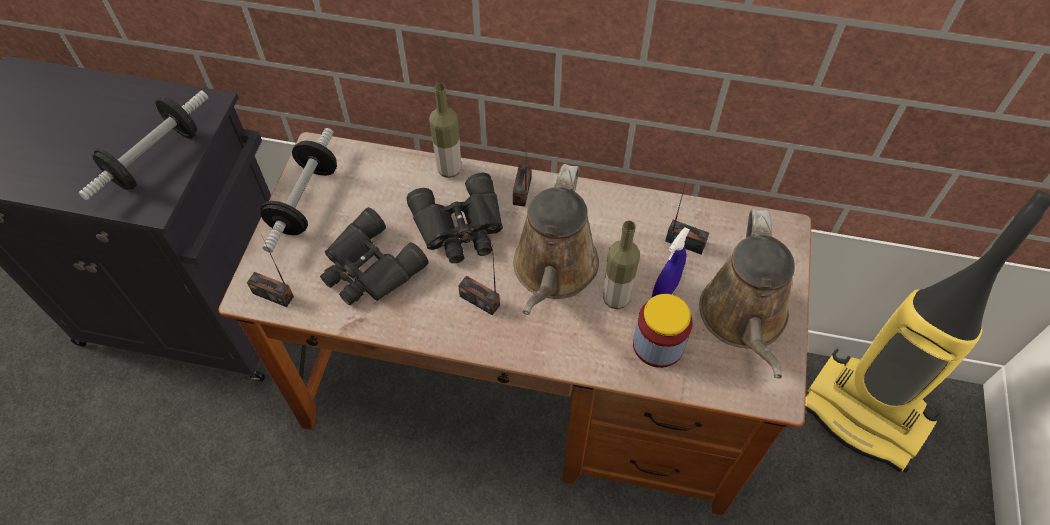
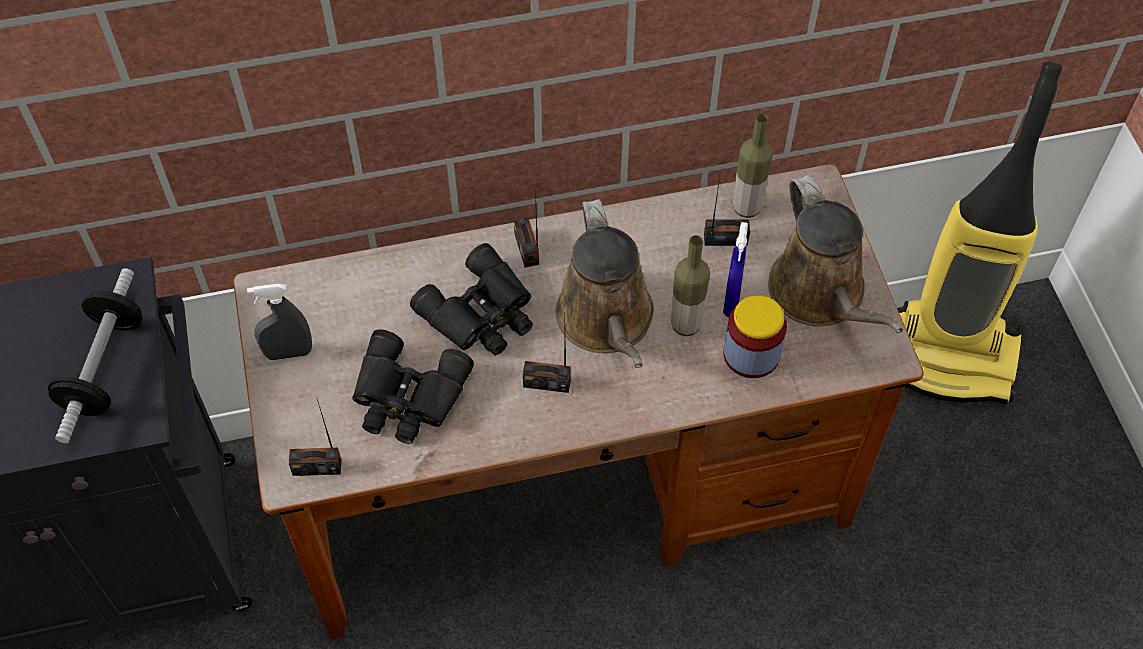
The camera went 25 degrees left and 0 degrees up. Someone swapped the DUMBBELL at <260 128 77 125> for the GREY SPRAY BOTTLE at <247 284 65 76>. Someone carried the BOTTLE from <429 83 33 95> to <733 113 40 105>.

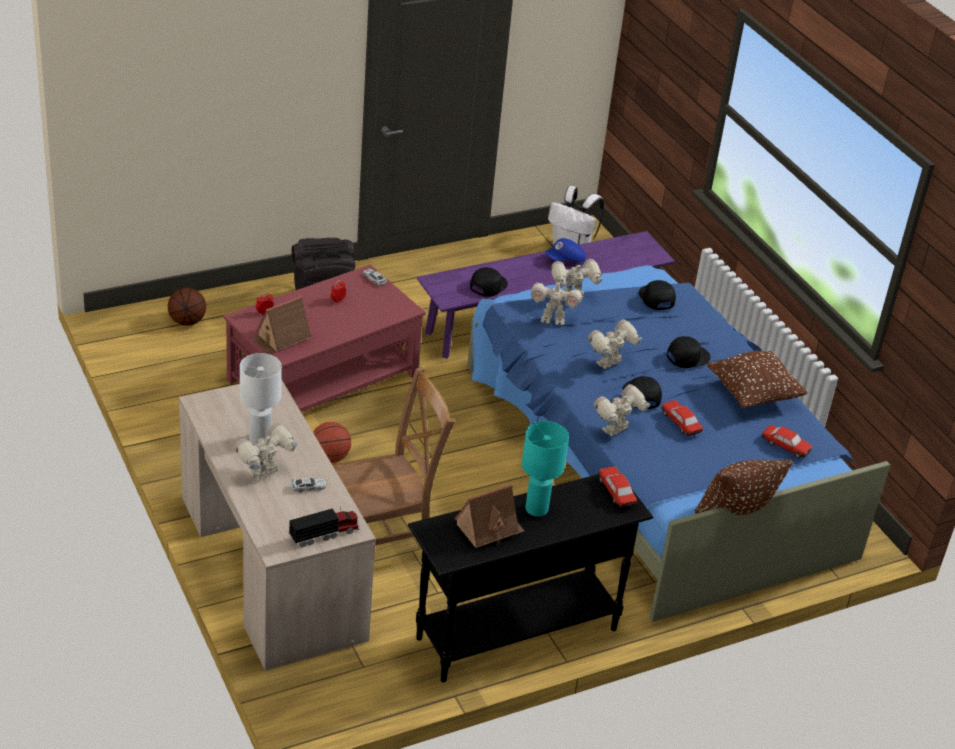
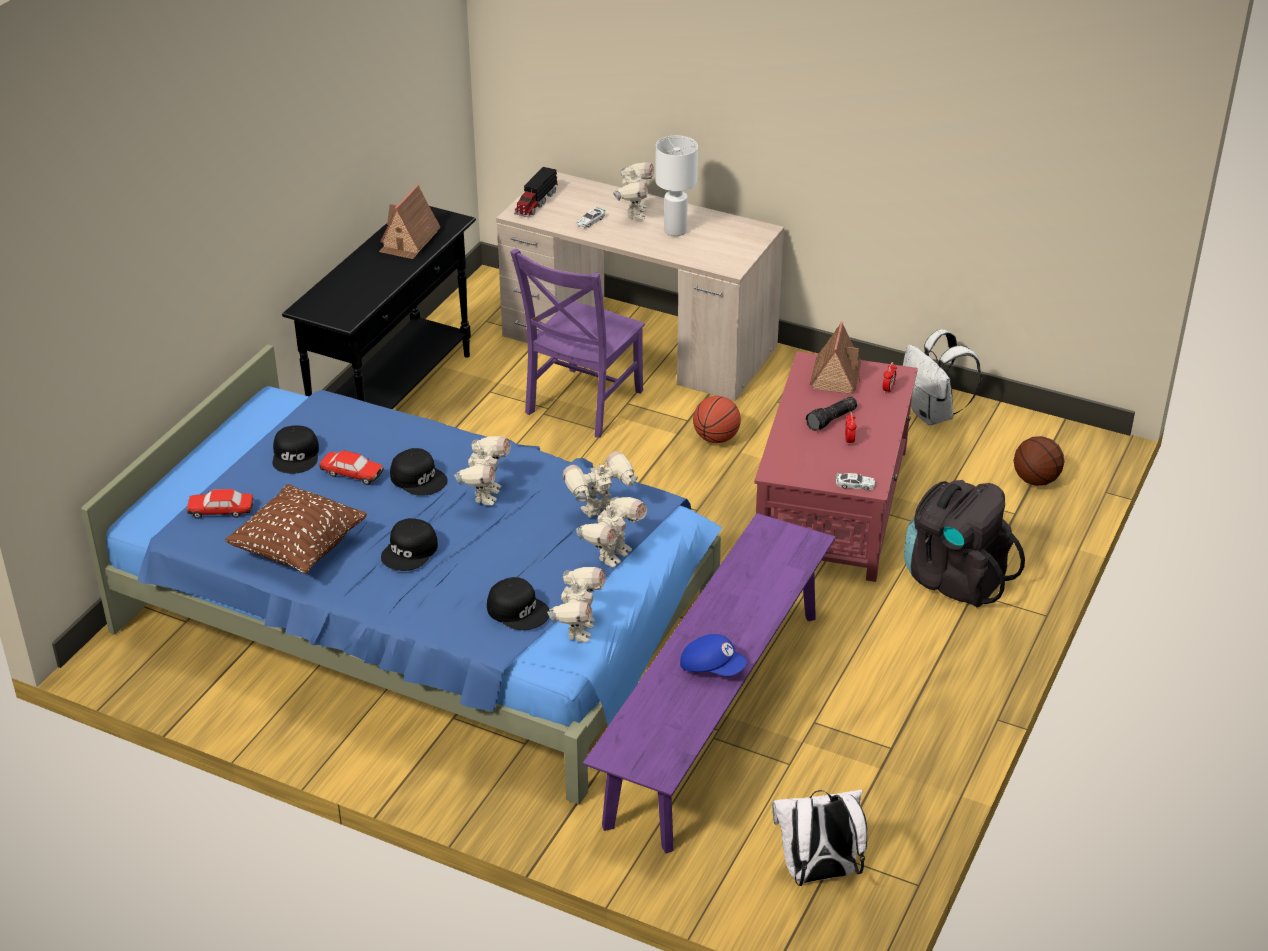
The camera went 145 degrees right and 0 degrees up. Someone repainted the BROWN CHAIR at <333 367 122 178>, which became the PURPLE CHAIR at <510 249 135 189>. Someone carried the BLACK CAP from <470 267 38 30> to <272 425 47 49>. Someone took away the TURQUOISE TABLE LAMP at <522 421 47 96>. Someone rotated the BLUE CAP at <545 238 41 24> by 90 degrees clockwise. Someone carried the TOY ROBOT from <594 384 56 53> to <547 567 59 76>. Someone took away the TOY CAR at <598 466 39 42>. Someone took away the BROWN PILLOW at <695 459 98 56>. Someone put down the FLASHLIGHT at <806 397 51 34>. Someone put down the WHITE BACKPACK at <903 329 79 96>.

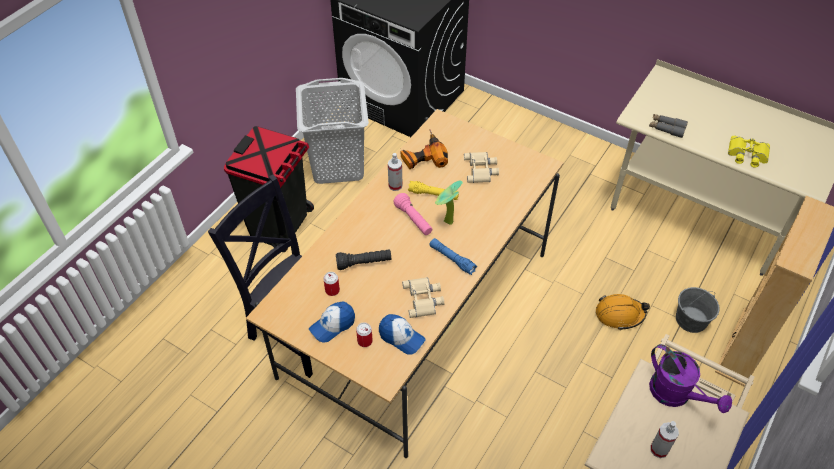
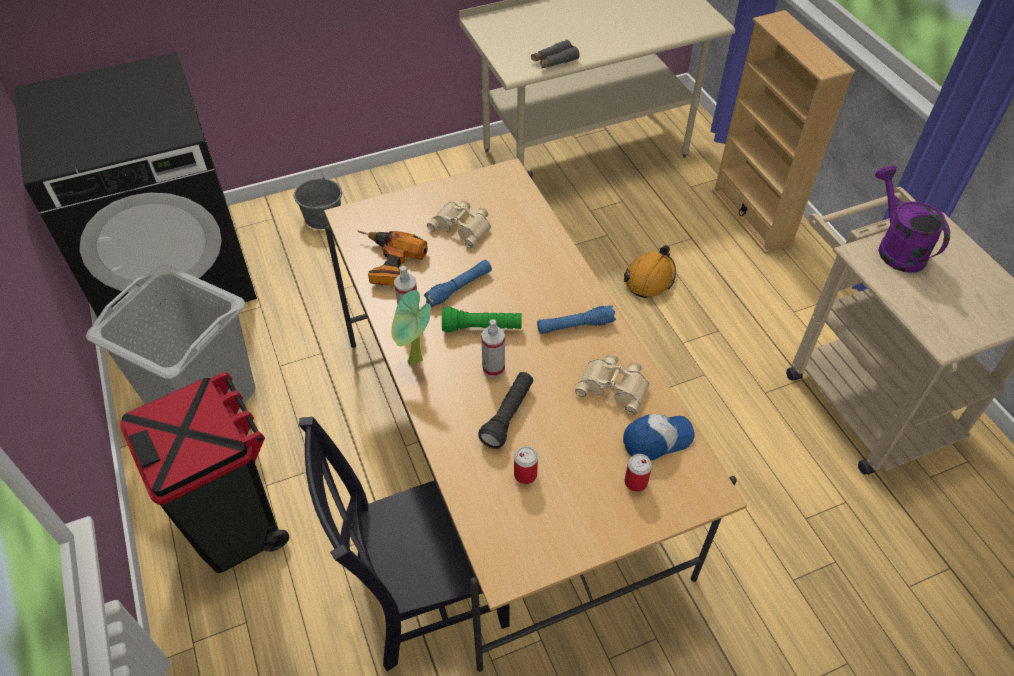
The camera went 55 degrees left and 0 degrees up. Someone took away the CAP at <309 301 46 41>. Someone repainted the PINK FLASHLIGHT at <393 193 39 42>, which became the GREEN FLASHLIGHT at <442 307 80 25>. Someone repainted the YELLOW FLASHLIGHT at <408 181 51 19>, which became the BLUE FLASHLIGHT at <424 260 68 47>. Someone carried the POTTED PLANT from <435 181 28 44> to <392 290 39 75>. Someone rotated the PURPLE WATERING CAN at <649 344 83 69> by 105 degrees counterclockwise. Someone carried the SPRAY BOTTLE from <650 421 29 37> to <481 319 24 58>. Someone carried the GREY BUCKET from <676 287 44 46> to <294 170 48 59>. Someone took away the YELLOW BINOCULARS at <728 136 42 32>.

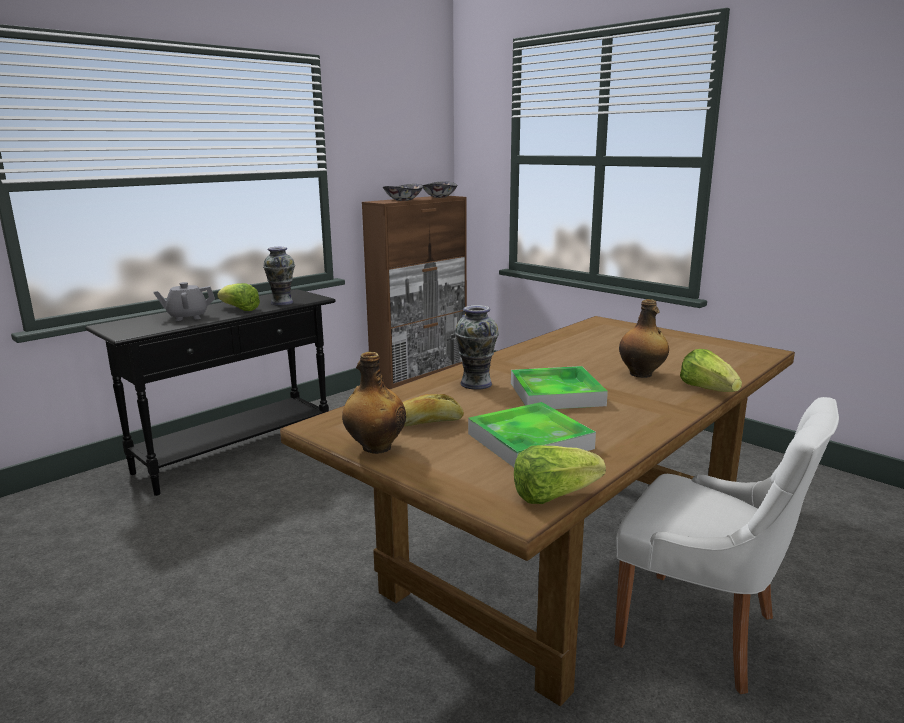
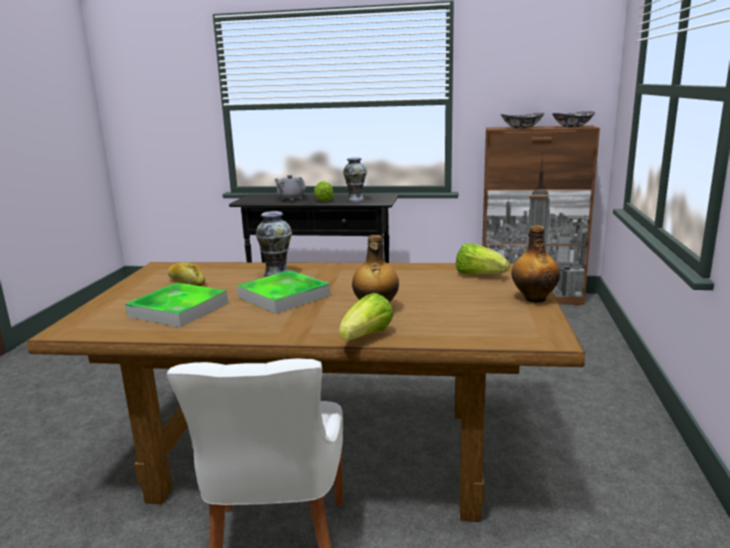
The camera went 55 degrees right and 0 degrees up. Someone carried the BOTTLE from <342 352 64 102> to <512 225 48 78>. Someone carried the LETTUCE from <514 445 92 59> to <456 243 54 31>.

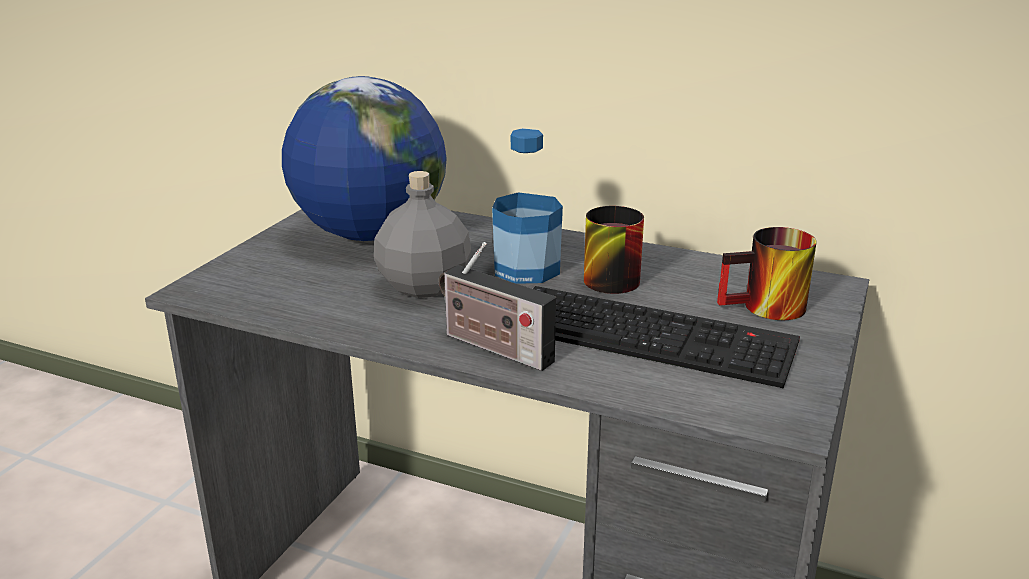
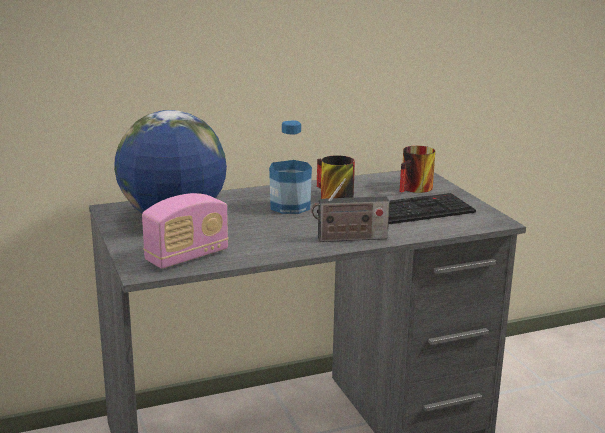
The camera went 45 degrees left and 5 degrees down. Someone took away the GREY BOTTLE at <374 171 97 127>. Someone put down the RADIO at <142 193 87 76>.

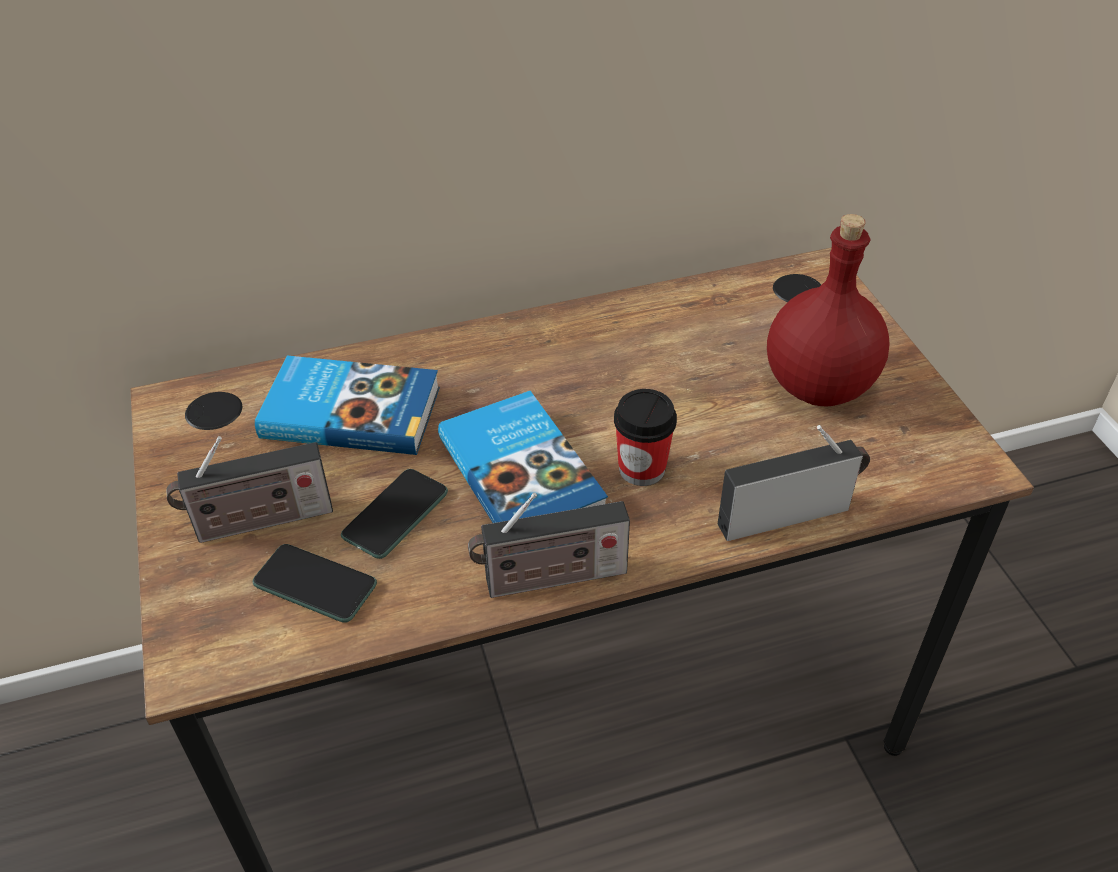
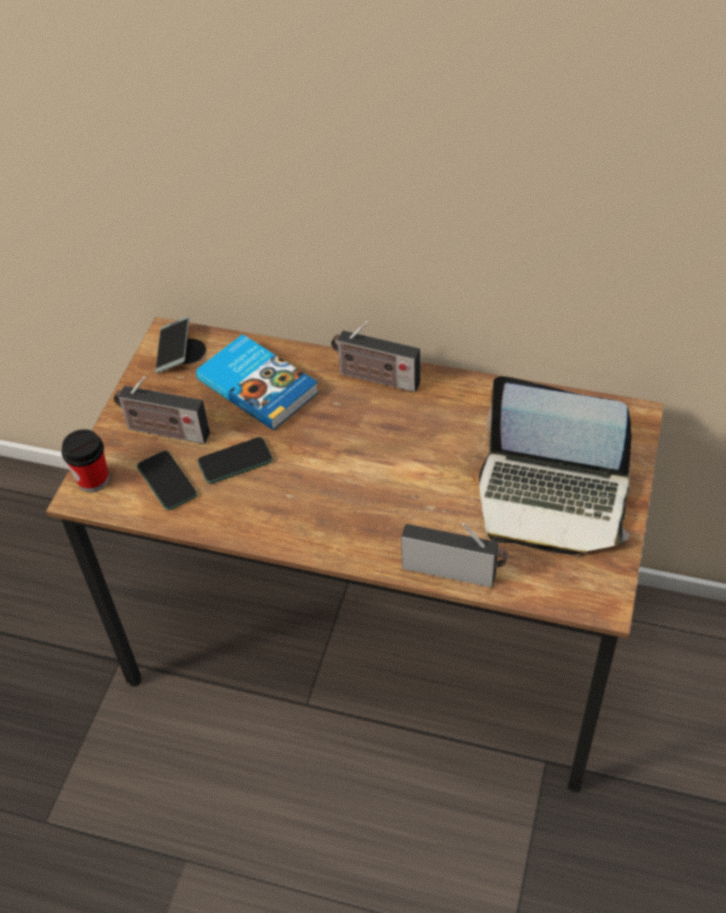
The camera went 35 degrees right and 5 degrees up. Someone took away the BOOK at <438 391 170 132>. Someone carried the RADIO from <468 493 162 105> to <331 321 89 71>. Someone carried the CUP from <614 389 63 97> to <61 429 48 63>. Someone swapped the RED BOTTLE at <767 214 122 192> for the LAPTOP at <479 376 153 179>. Someone put down the PHONE at <155 316 34 57>.

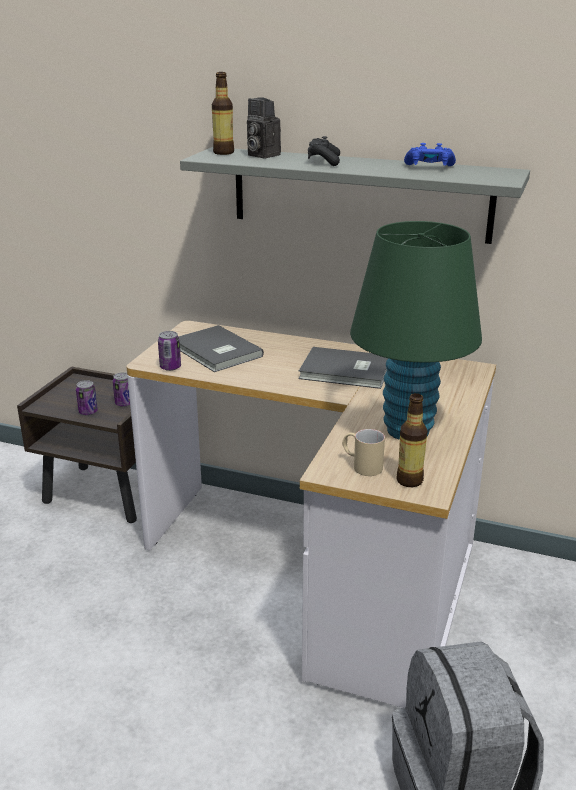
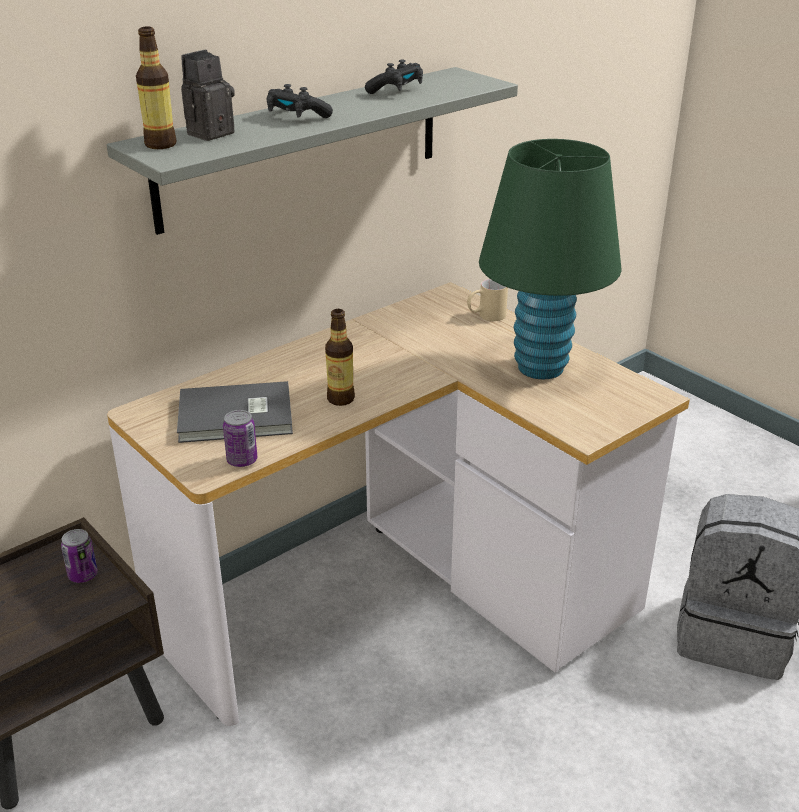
The camera went 60 degrees left and 5 degrees up. Someone took away the CAN at <76 380 22 35>. Someone rotated the PHOTO CAMERA at <247 98 34 60> by 150 degrees clockwise. Someone took away the GREY BOOK at <298 347 90 42>. Someone carried the BEIGE MUG from <342 429 43 47> to <467 279 41 42>. Someone carried the BOTTLE from <396 393 31 94> to <325 309 30 97>. Someone repainted the BLUE GAME CONTROLLER at <404 143 52 23>, which became the BLACK GAME CONTROLLER at <365 60 58 34>.

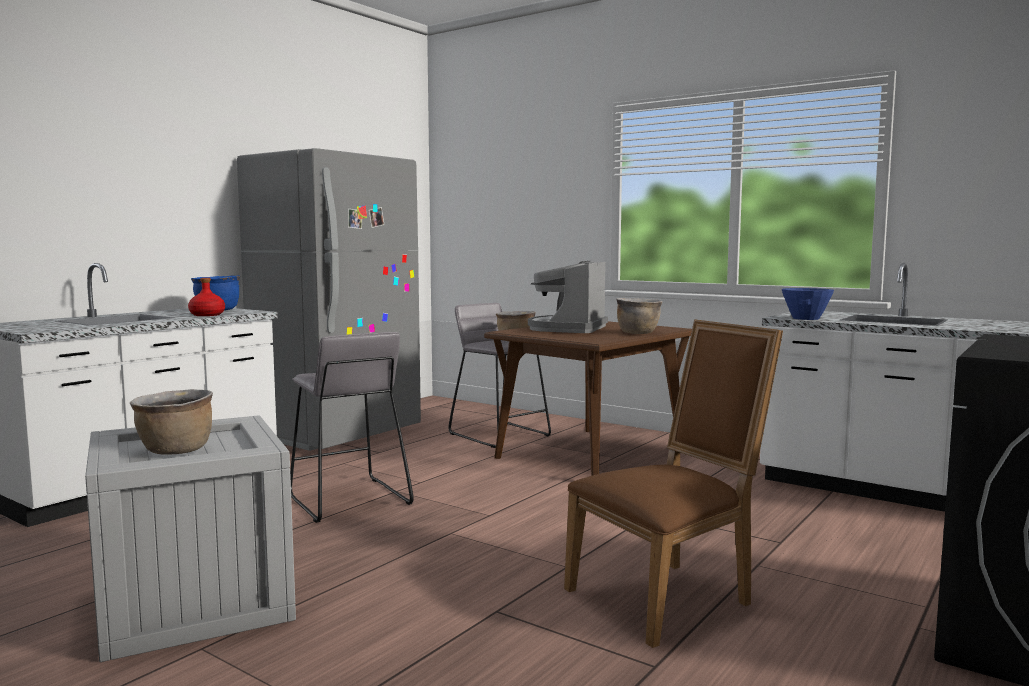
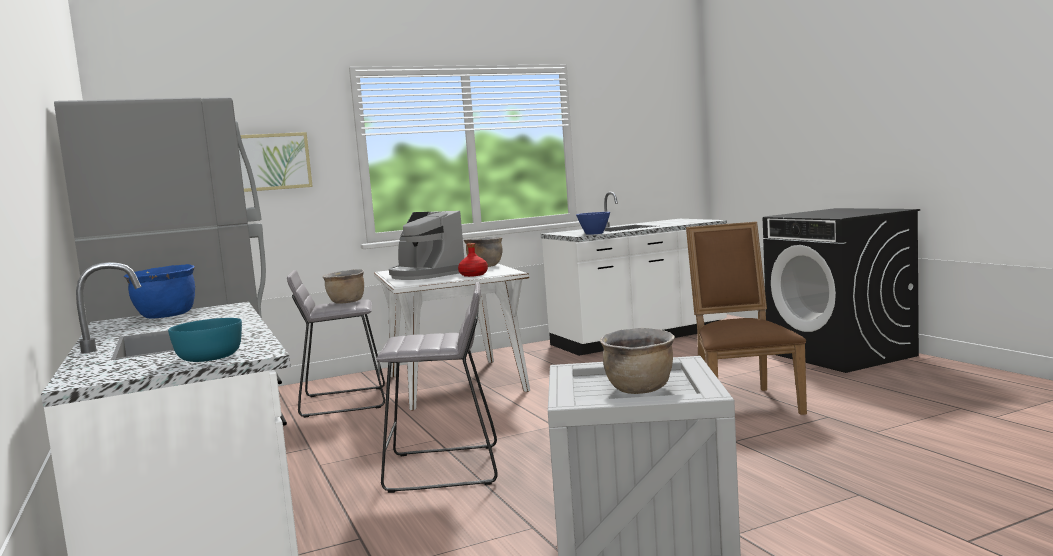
The camera went 60 degrees left and 0 degrees up. Someone carried the RED BOTTLE from <188 278 37 38> to <458 243 30 34>. Someone repainted the BROWN DINING TABLE at <484 321 208 155>, which became the WHITE DINING TABLE at <374 264 156 146>. Someone put down the TURQUOISE BOWL at <168 318 74 44>. Someone put up the PICTURE at <239 132 74 60>.

